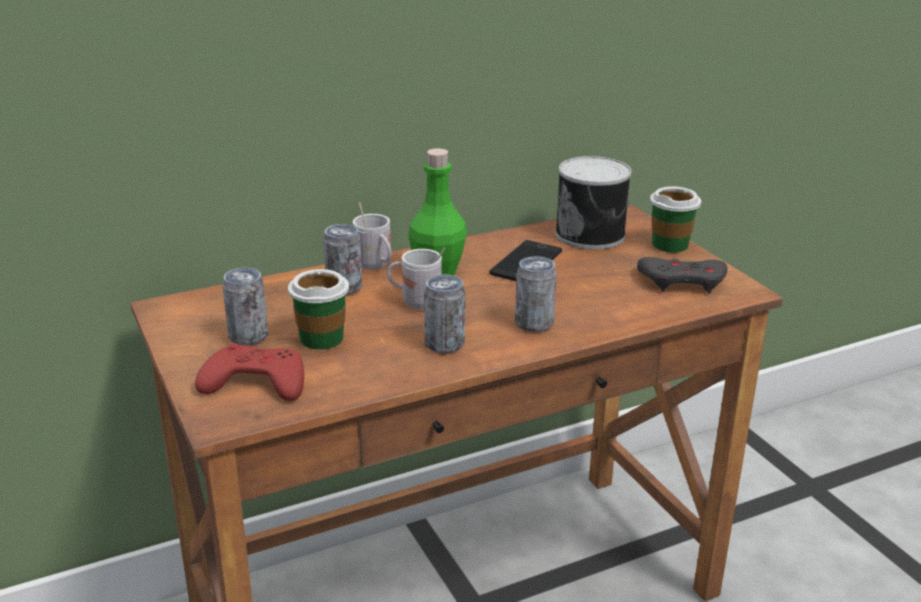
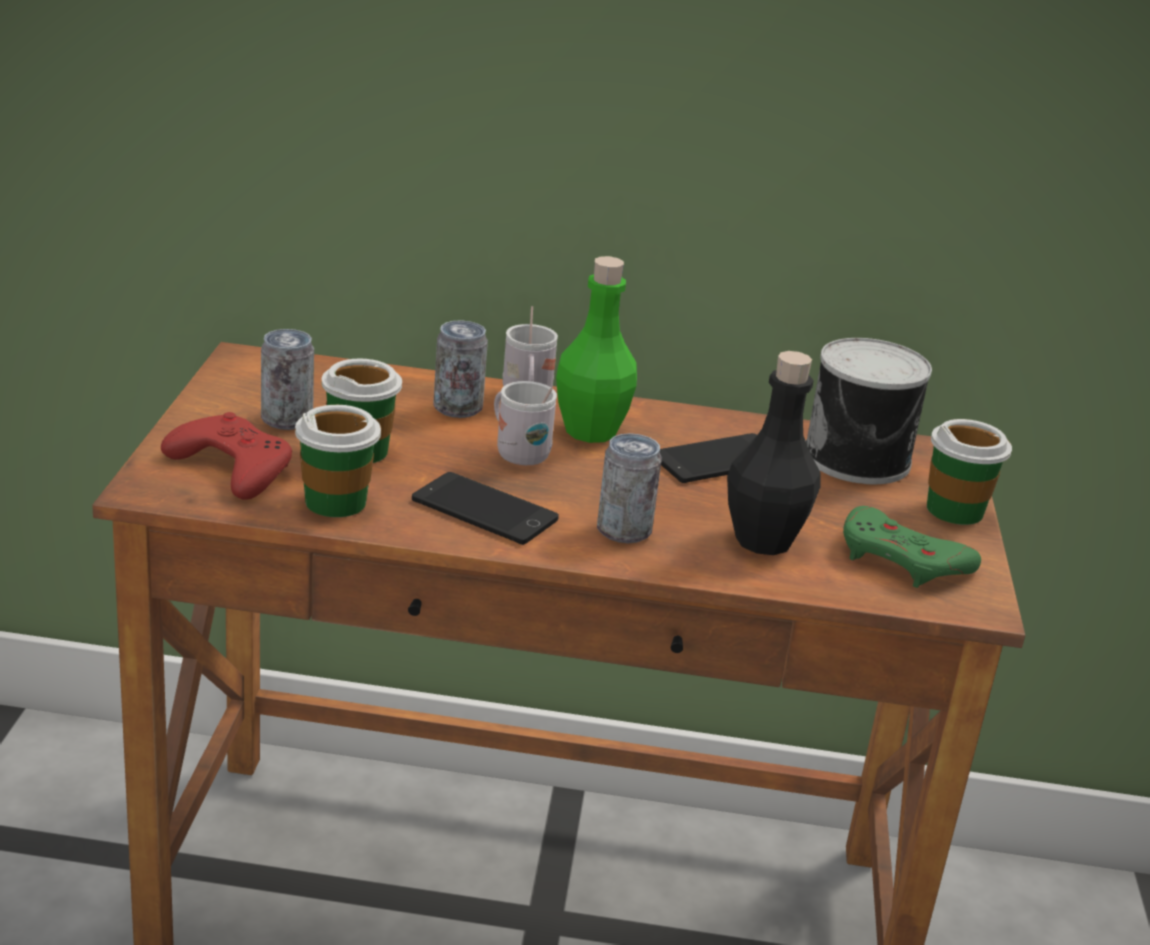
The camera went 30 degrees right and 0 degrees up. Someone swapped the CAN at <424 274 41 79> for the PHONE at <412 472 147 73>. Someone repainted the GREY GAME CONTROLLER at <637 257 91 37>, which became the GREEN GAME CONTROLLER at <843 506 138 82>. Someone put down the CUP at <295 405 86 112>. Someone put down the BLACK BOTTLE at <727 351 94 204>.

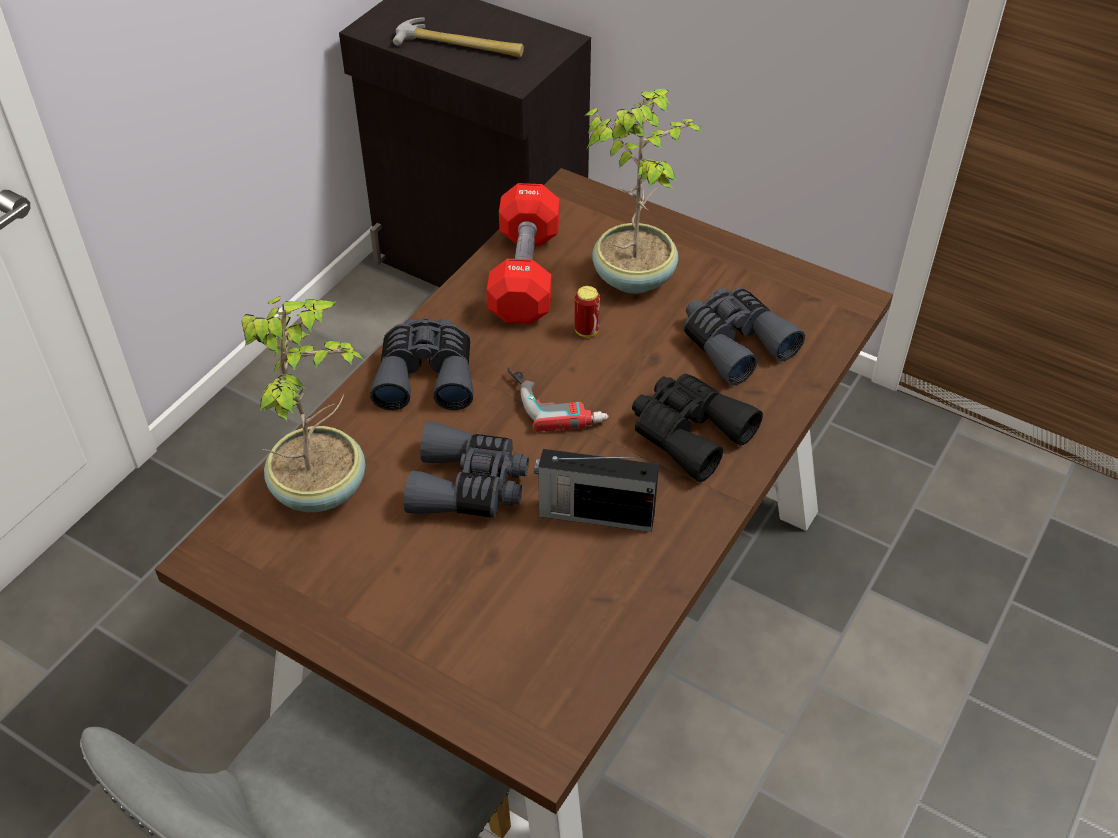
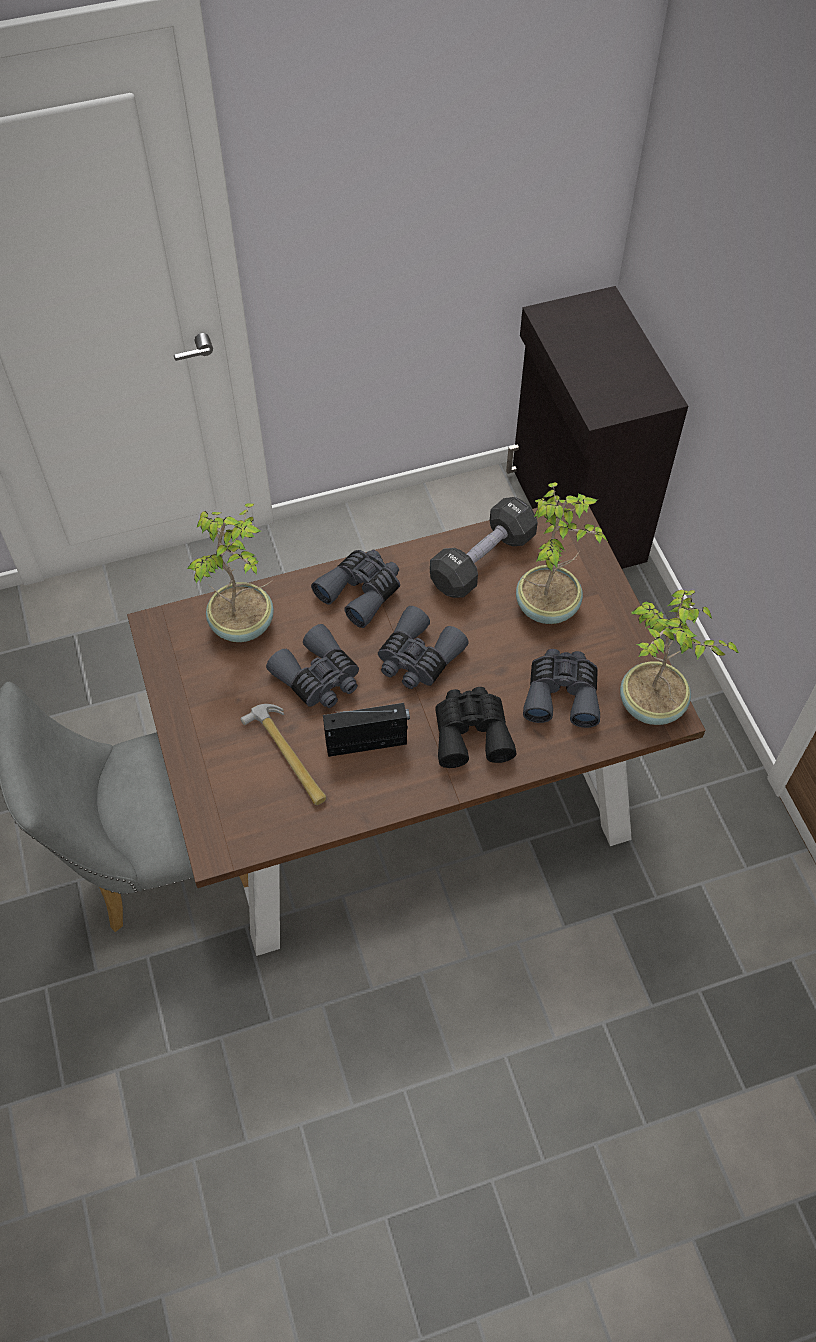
The camera went 40 degrees right and 10 degrees up. Someone carried the HAMMER from <393 17 131 40> to <241 704 85 101>. Someone repainted the RED DUMBBELL at <487 183 73 141>, which became the BLACK DUMBBELL at <430 497 108 101>. Someone swapped the POWER DRILL at <507 367 102 65> for the GREY BINOCULARS at <378 606 91 83>. Someone rotated the RADIO at <534 449 125 83> by 120 degrees clockwise. Someone took away the CAN at <575 286 25 51>. Someone put down the POTTED PLANT at <620 590 119 135>.

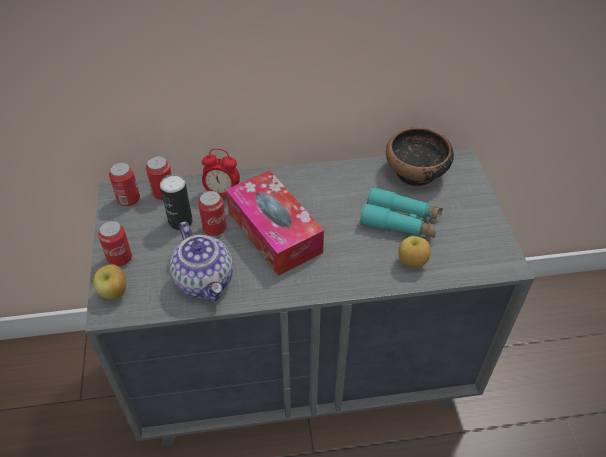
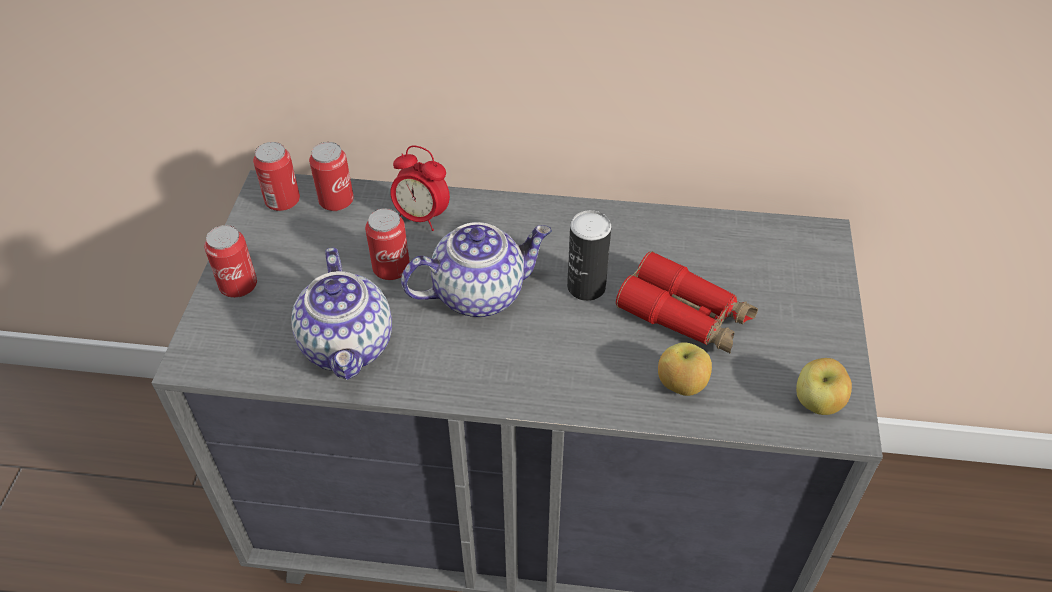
The camera went 15 degrees right and 0 degrees up. Someone carried the APPLE from <93 264 33 36> to <796 358 56 57>. Someone carried the CAN from <160 174 33 56> to <567 210 44 91>. Someone swapped the TISSUE BOX at <226 170 98 106> for the TEAPOT at <401 222 151 95>. Someone repainted the TURQUOISE BINOCULARS at <360 187 83 51>, which became the RED BINOCULARS at <616 251 142 103>. Someone took away the BOWL at <386 127 68 60>.

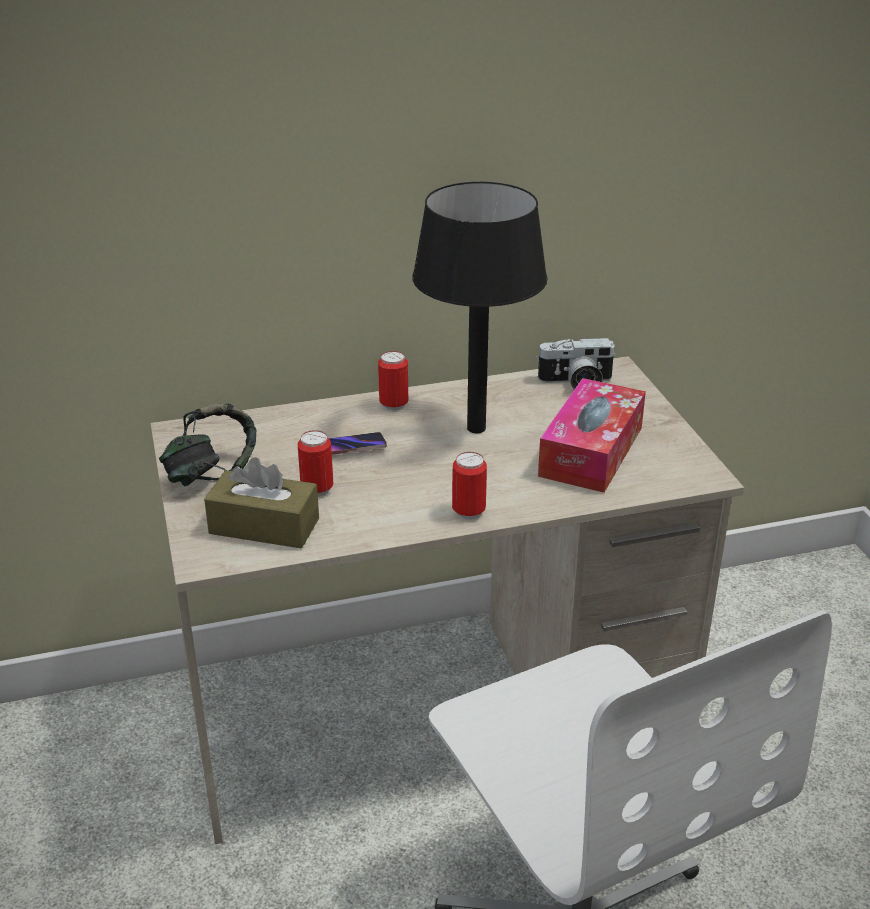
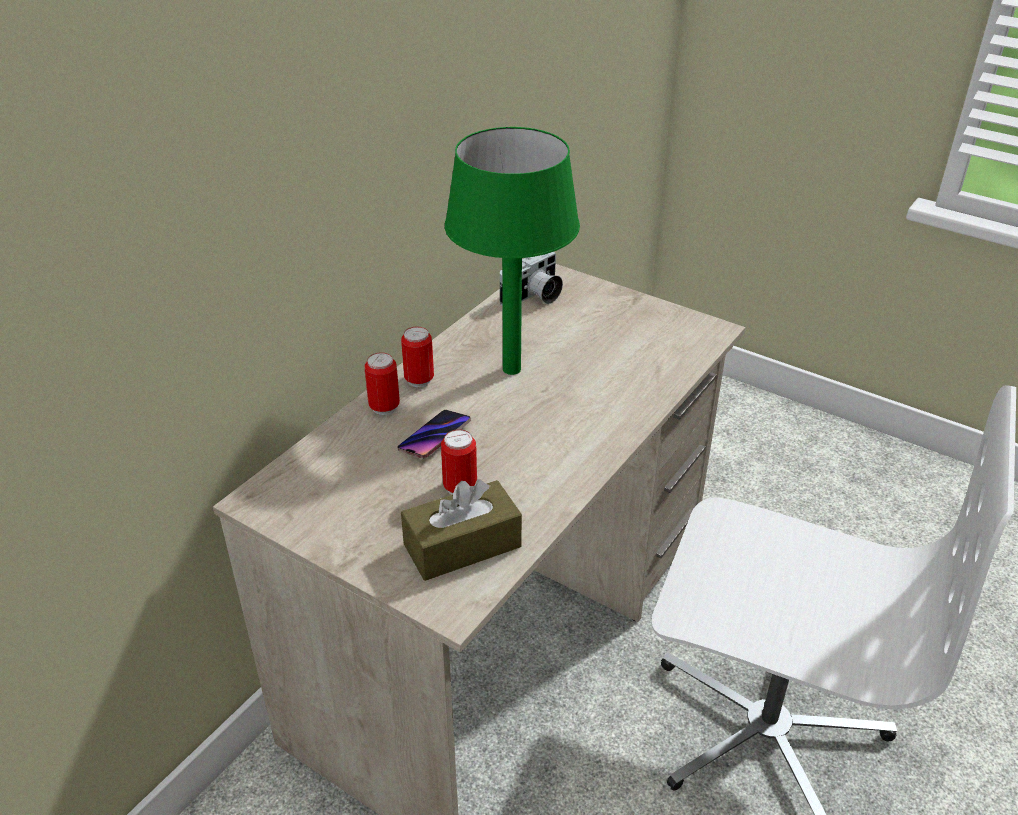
The camera went 40 degrees left and 5 degrees up. Someone took away the HEADPHONES at <159 403 97 83>. Someone repainted the BLACK TABLE LAMP at <412 182 136 251>, which became the GREEN TABLE LAMP at <445 127 135 248>. Someone carried the CAN from <452 452 35 68> to <365 352 35 63>. Someone took away the TISSUE BOX at <538 378 108 115>.

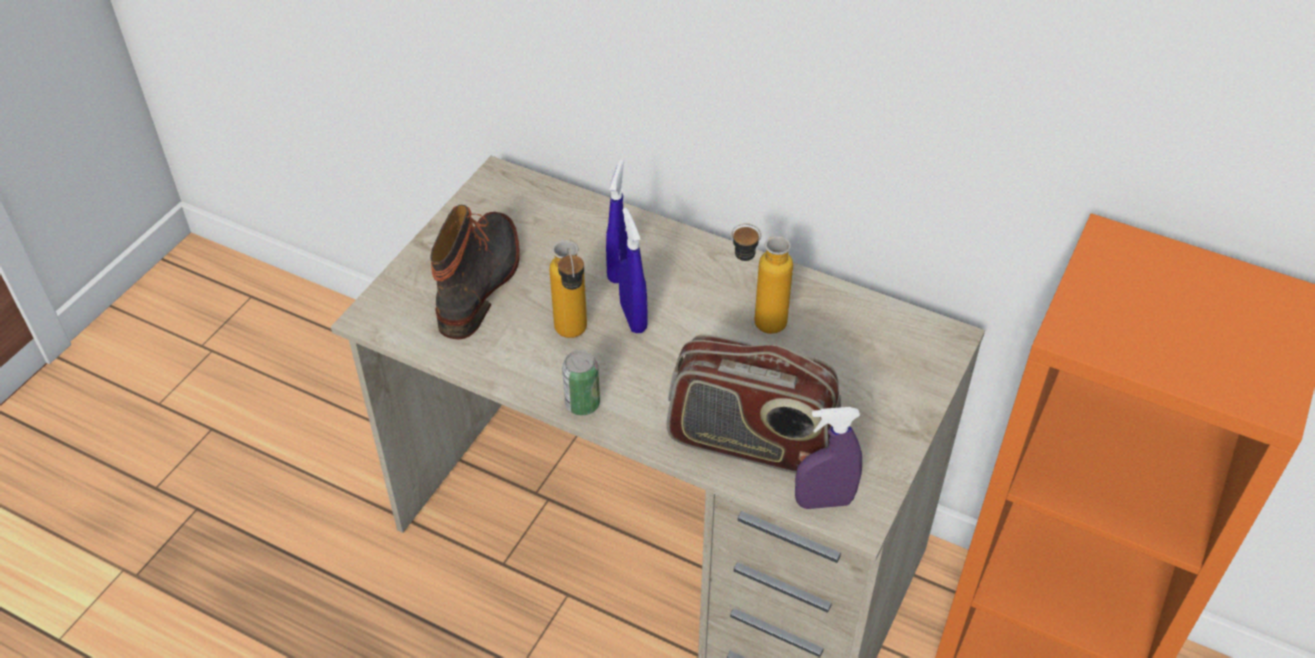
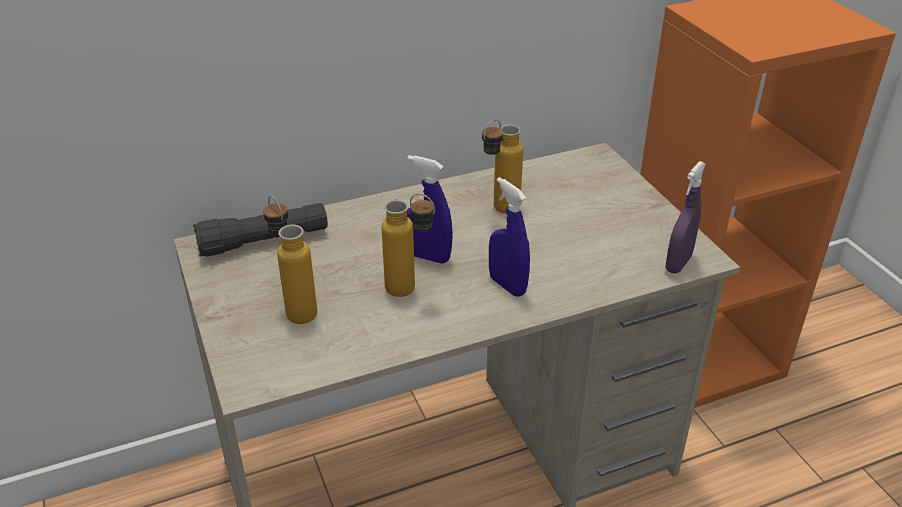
The camera went 50 degrees left and 10 degrees down. Someone swapped the BOOT at <430 205 90 134> for the BOTTLE at <263 195 54 129>. Someone took away the CAN at <562 350 38 65>. Someone carried the BLUE SPRAY BOTTLE from <606 159 22 124> to <489 177 41 120>. Someone took away the RADIO at <667 334 174 140>. Someone put down the BLACK FLASHLIGHT at <193 203 135 54>.

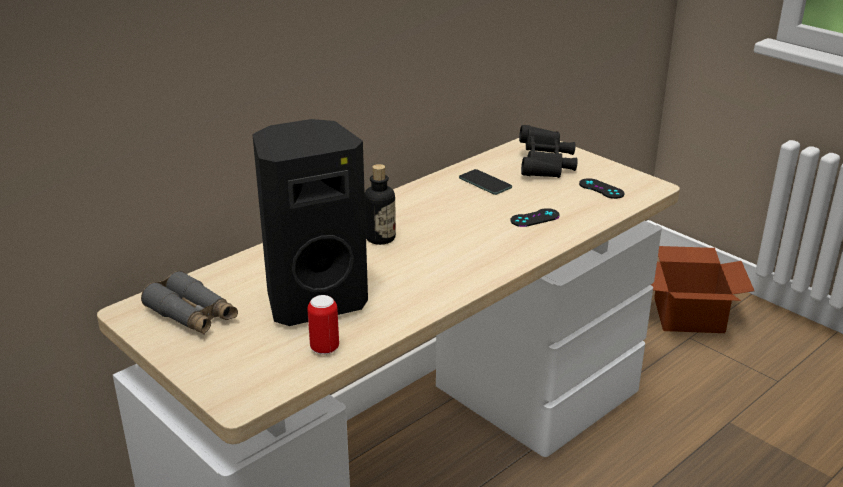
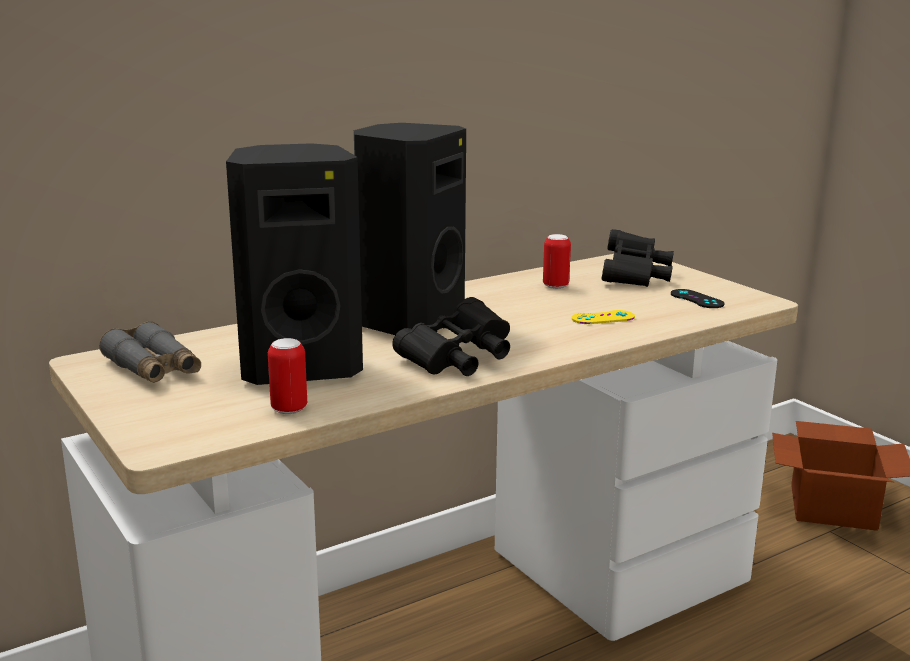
The camera went 10 degrees right and 10 degrees down. Someone swapped the BOTTLE at <365 164 31 81> for the BLACK SPEAKER at <354 123 112 212>. Someone swapped the PHONE at <459 169 53 26> for the CAN at <543 234 28 55>. Someone repainted the BLACK GAME CONTROLLER at <510 208 50 19>, which became the YELLOW GAME CONTROLLER at <572 310 63 14>. Someone put down the BLACK BINOCULARS at <393 297 117 79>.

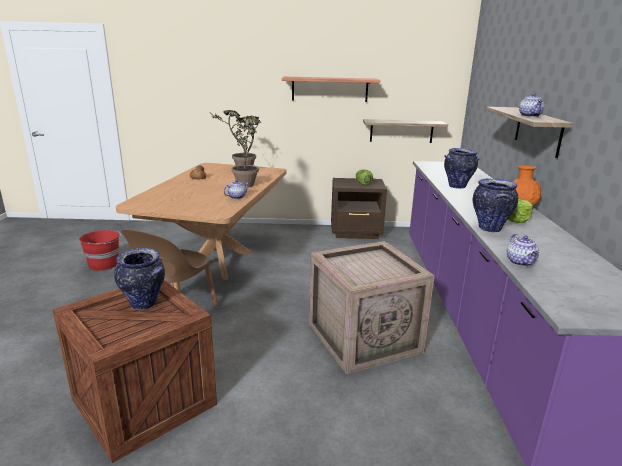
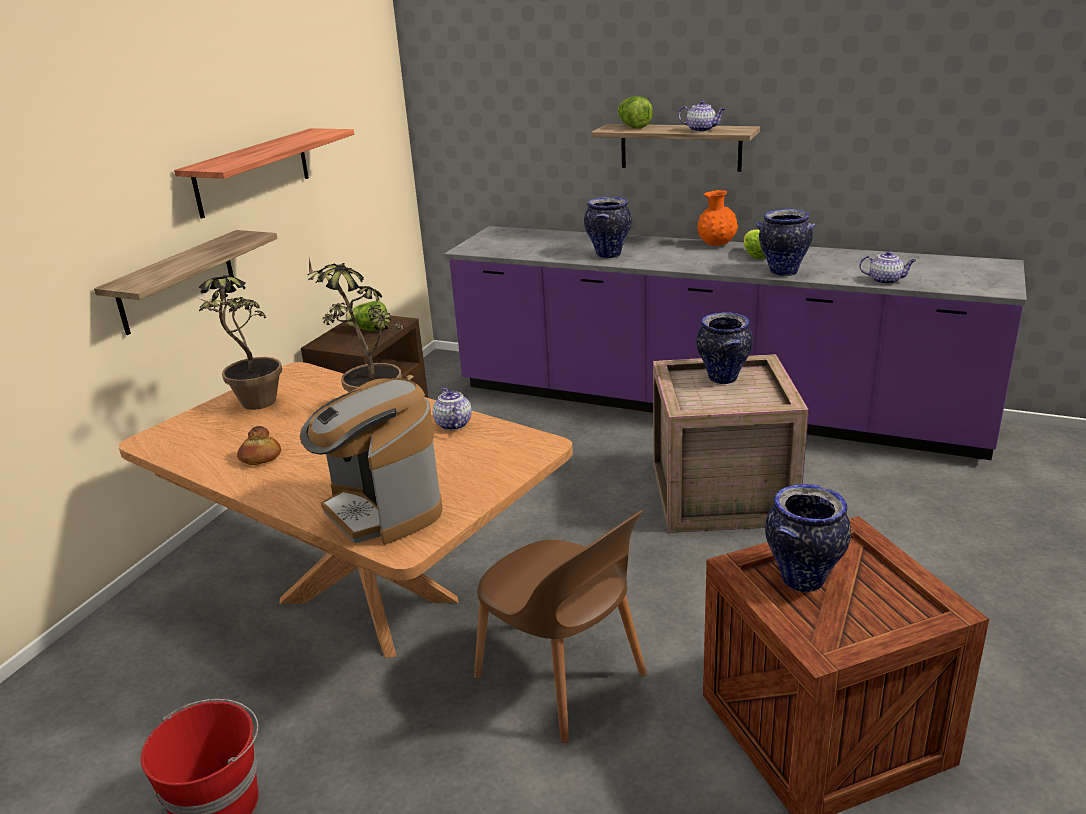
The camera went 65 degrees left and 5 degrees up. Someone carried the SHELF from <363 119 85 24> to <94 230 183 105>. Someone put down the COFFEE MACHINE at <300 378 143 167>. Someone put down the LETTUCE at <618 96 35 32>. Someone put down the VASE at <696 312 57 72>.

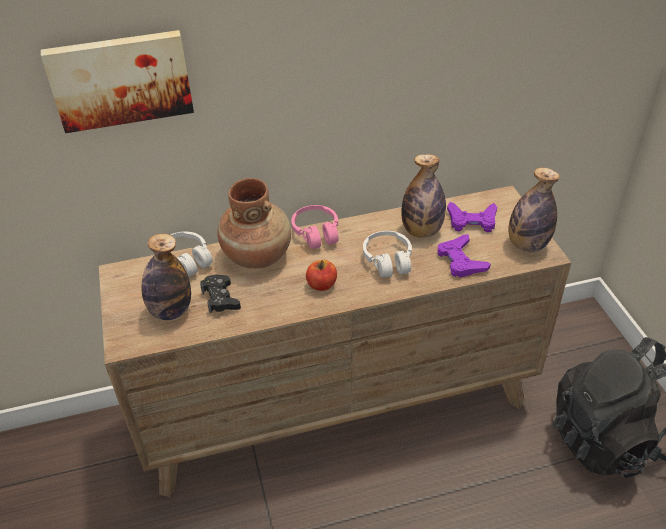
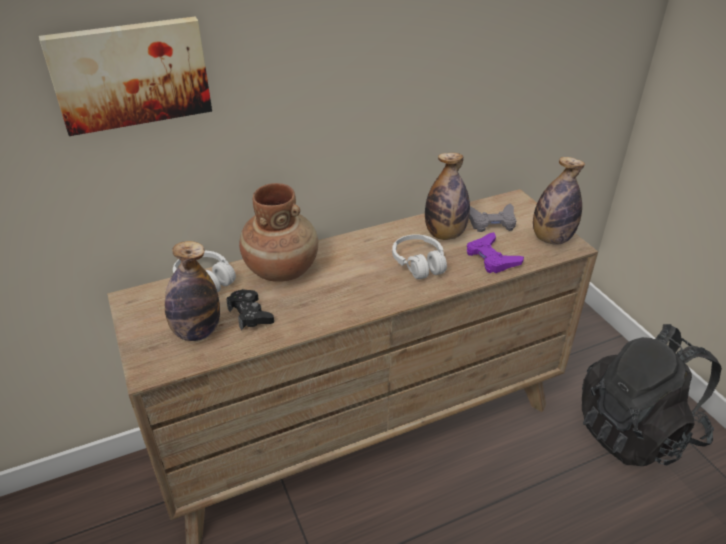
The camera went 10 degrees left and 5 degrees down. Someone took away the PINK HEADPHONES at <291 205 48 44>. Someone took away the APPLE at <306 260 31 31>. Someone repainted the PURPLE GAME CONTROLLER at <447 202 50 30>, which became the GREY GAME CONTROLLER at <469 204 47 28>.

